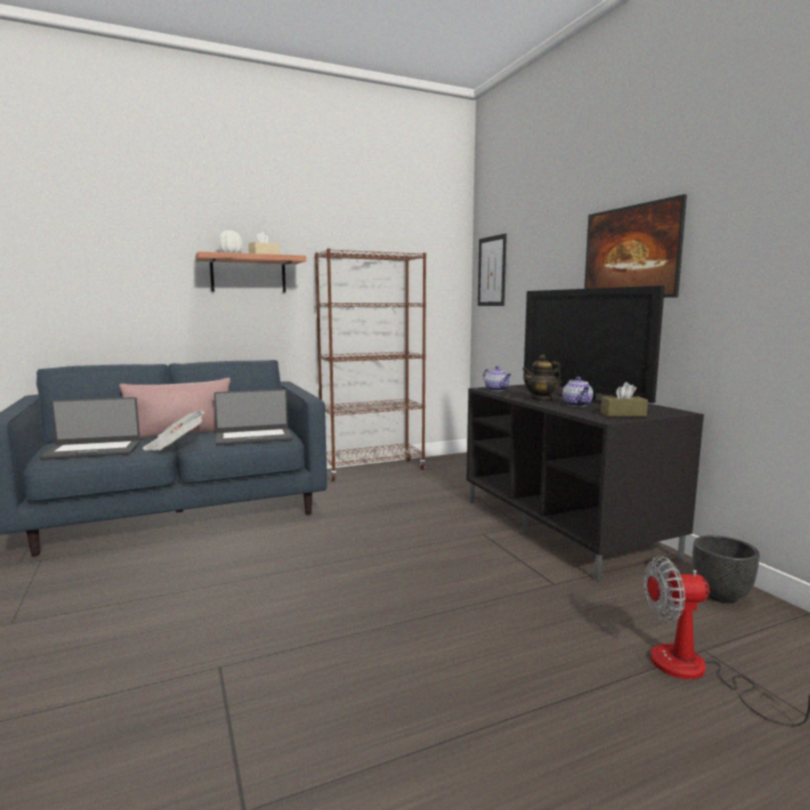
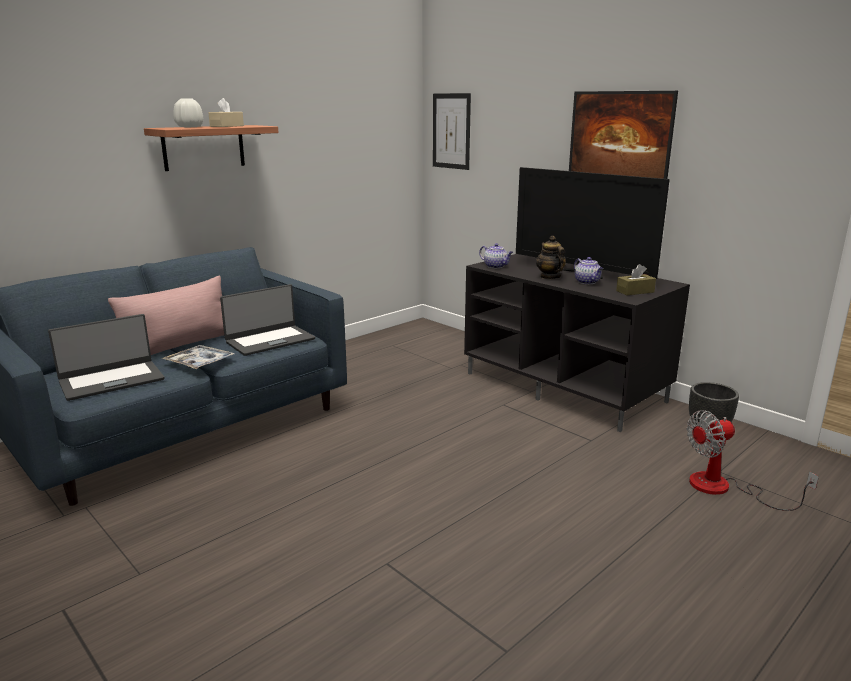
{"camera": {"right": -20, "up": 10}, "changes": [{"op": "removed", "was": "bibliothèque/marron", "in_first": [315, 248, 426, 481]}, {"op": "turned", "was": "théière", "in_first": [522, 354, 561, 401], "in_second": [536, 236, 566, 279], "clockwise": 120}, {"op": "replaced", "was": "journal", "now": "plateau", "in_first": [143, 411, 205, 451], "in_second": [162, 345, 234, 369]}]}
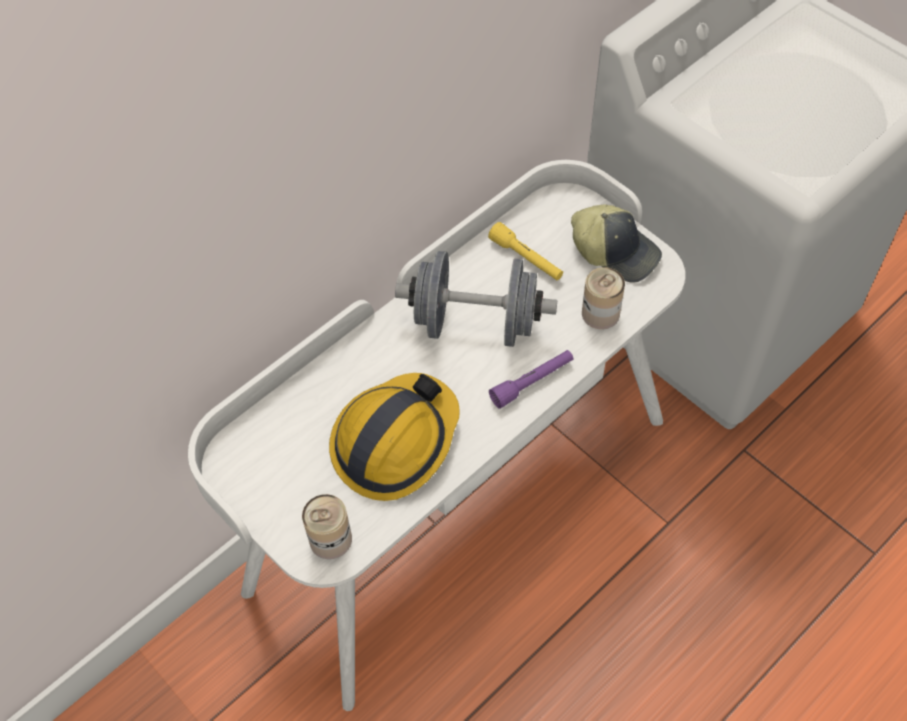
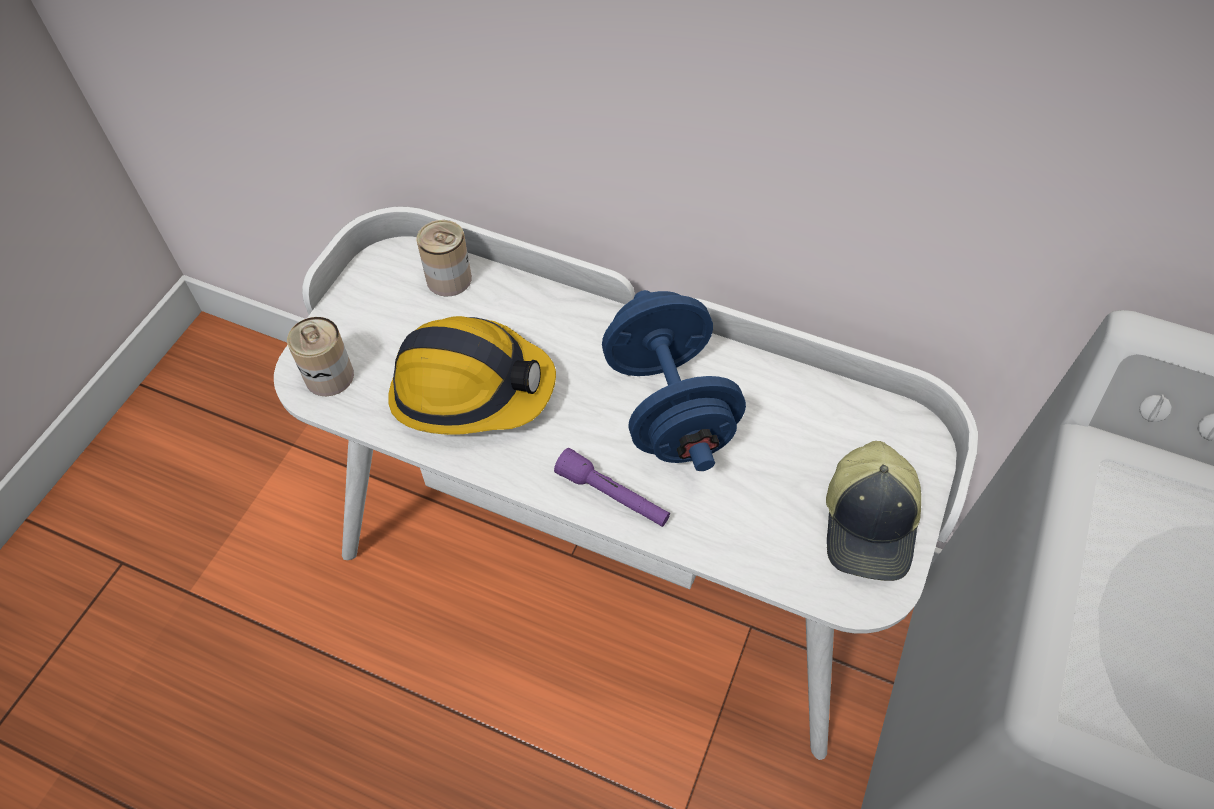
{"camera": {"right": 65, "up": 0}, "changes": [{"op": "removed", "was": "lampe de poche/jaune", "in_first": [488, 222, 563, 280]}, {"op": "recoloured", "was": "haltère/gris", "now": "haltère/bleu", "in_first": [395, 251, 557, 347], "in_second": [602, 290, 746, 471]}, {"op": "moved", "was": "boîte métallique", "in_first": [582, 267, 625, 329], "in_second": [416, 220, 472, 297]}]}
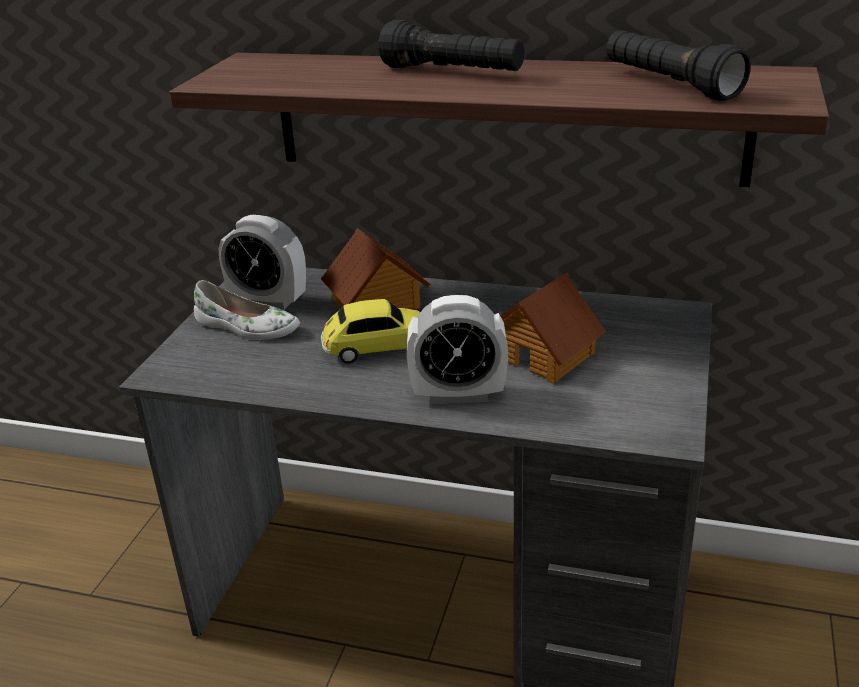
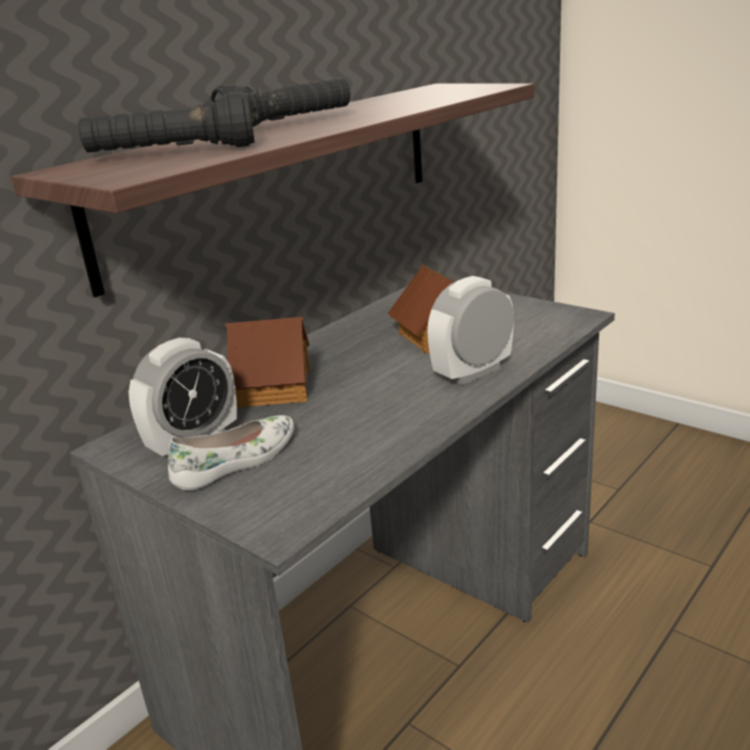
{"camera": {"right": -65, "up": -5}, "changes": [{"op": "moved", "was": "lampe de poche/noir", "in_first": [606, 30, 751, 101], "in_second": [79, 91, 255, 152]}, {"op": "turned", "was": "réveil", "in_first": [407, 295, 508, 404], "in_second": [428, 276, 514, 385], "clockwise": -150}, {"op": "removed", "was": "petite voiture", "in_first": [321, 299, 420, 364]}]}
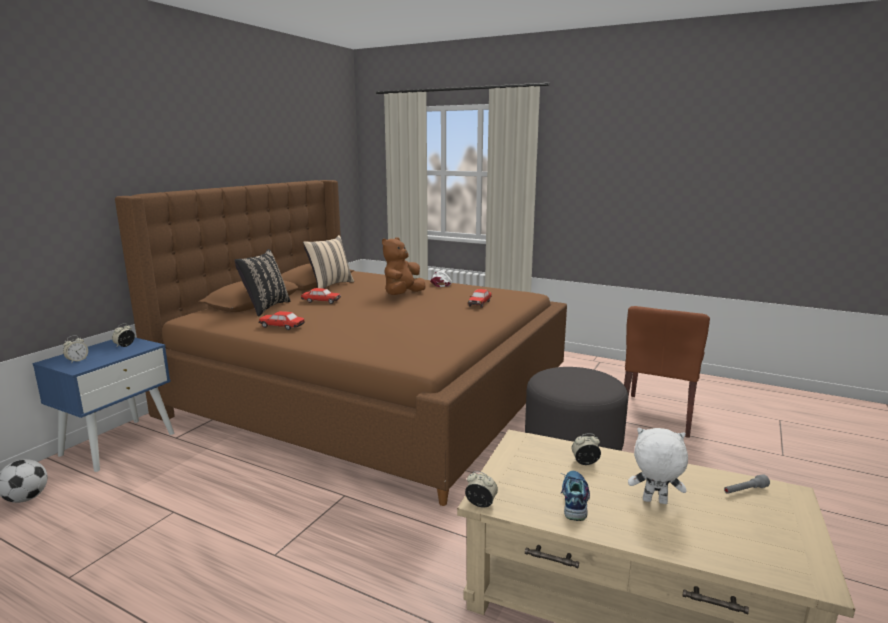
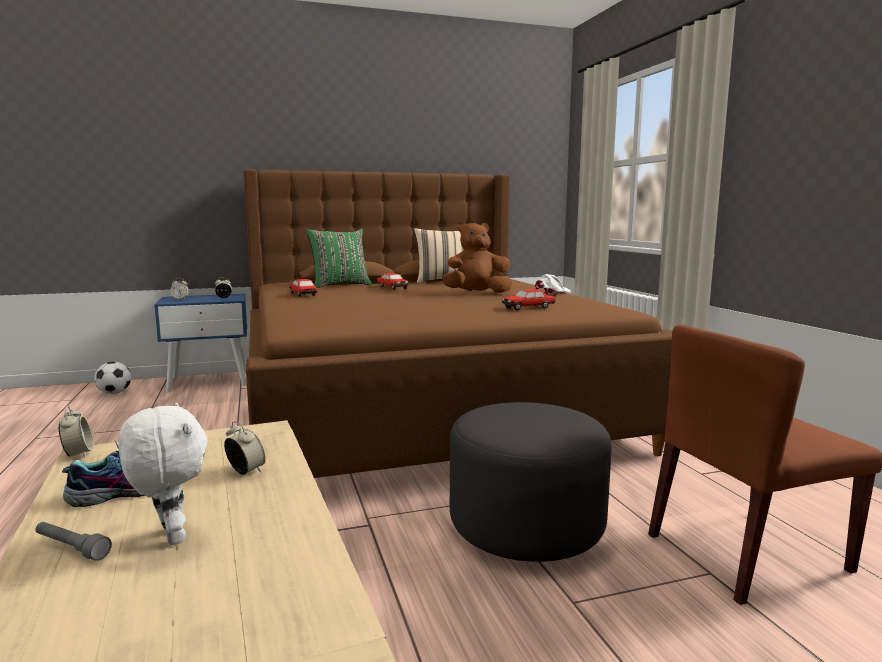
{"camera": {"right": 45, "up": -5}, "changes": [{"op": "recoloured", "was": "coussin/noir", "now": "coussin/vert", "in_first": [235, 249, 290, 317], "in_second": [306, 228, 372, 288]}, {"op": "moved", "was": "lampe de poche/gris", "in_first": [724, 474, 770, 494], "in_second": [35, 522, 112, 561]}]}
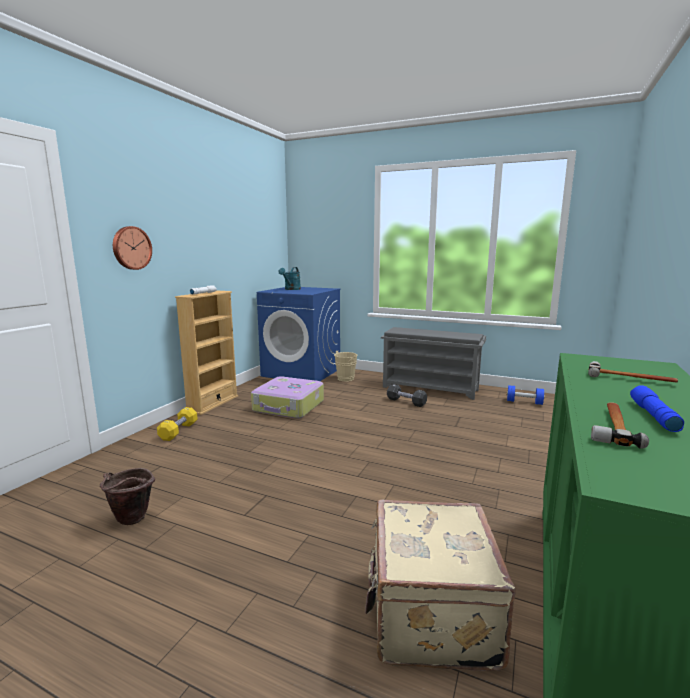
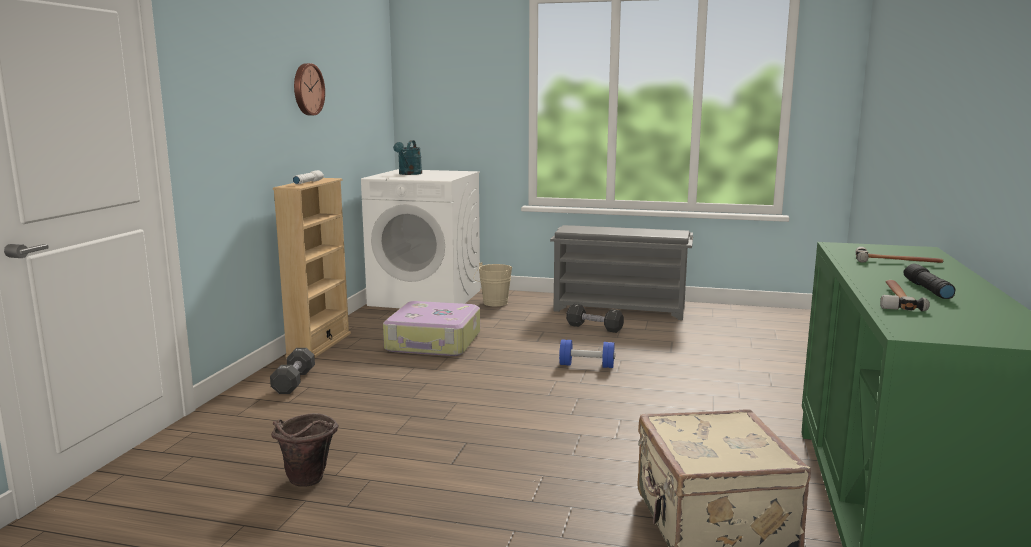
{"camera": {"right": -10, "up": 0}, "changes": [{"op": "moved", "was": "horloge murale", "in_first": [113, 226, 152, 270], "in_second": [294, 63, 325, 115]}, {"op": "recoloured", "was": "lave-linge/bleu", "now": "lave-linge/blanc", "in_first": [257, 287, 341, 381], "in_second": [361, 169, 480, 308]}, {"op": "moved", "was": "haltère/bleu", "in_first": [507, 385, 544, 405], "in_second": [559, 339, 615, 368]}, {"op": "recoloured", "was": "lampe de poche/bleu", "now": "lampe de poche/noir", "in_first": [630, 385, 684, 432], "in_second": [904, 264, 955, 299]}, {"op": "recoloured", "was": "haltère/jaune", "now": "haltère/noir", "in_first": [157, 407, 198, 441], "in_second": [270, 348, 315, 394]}]}
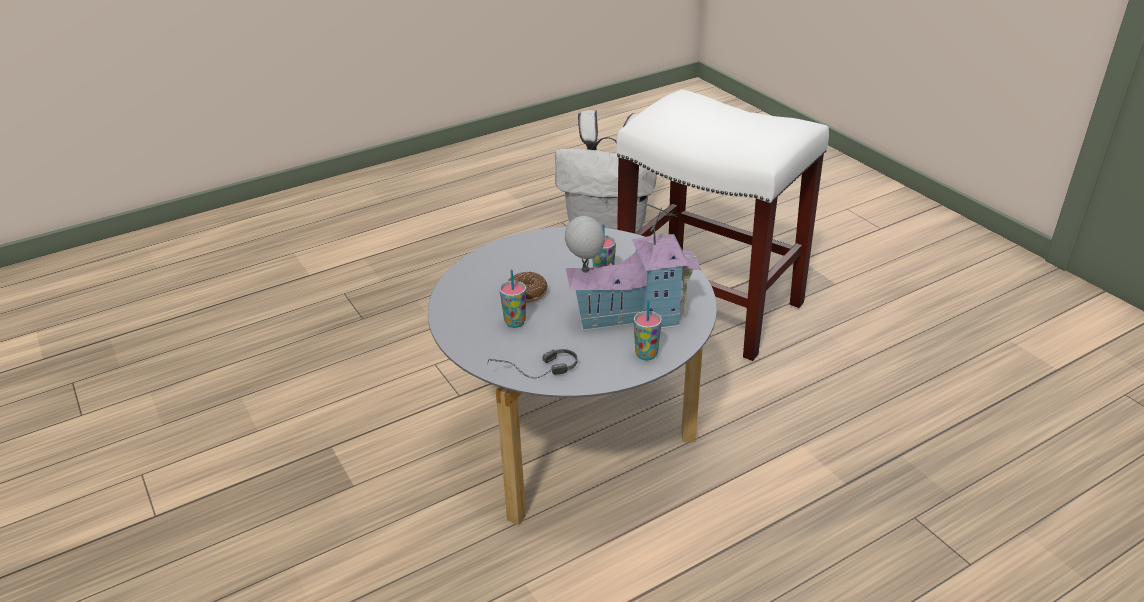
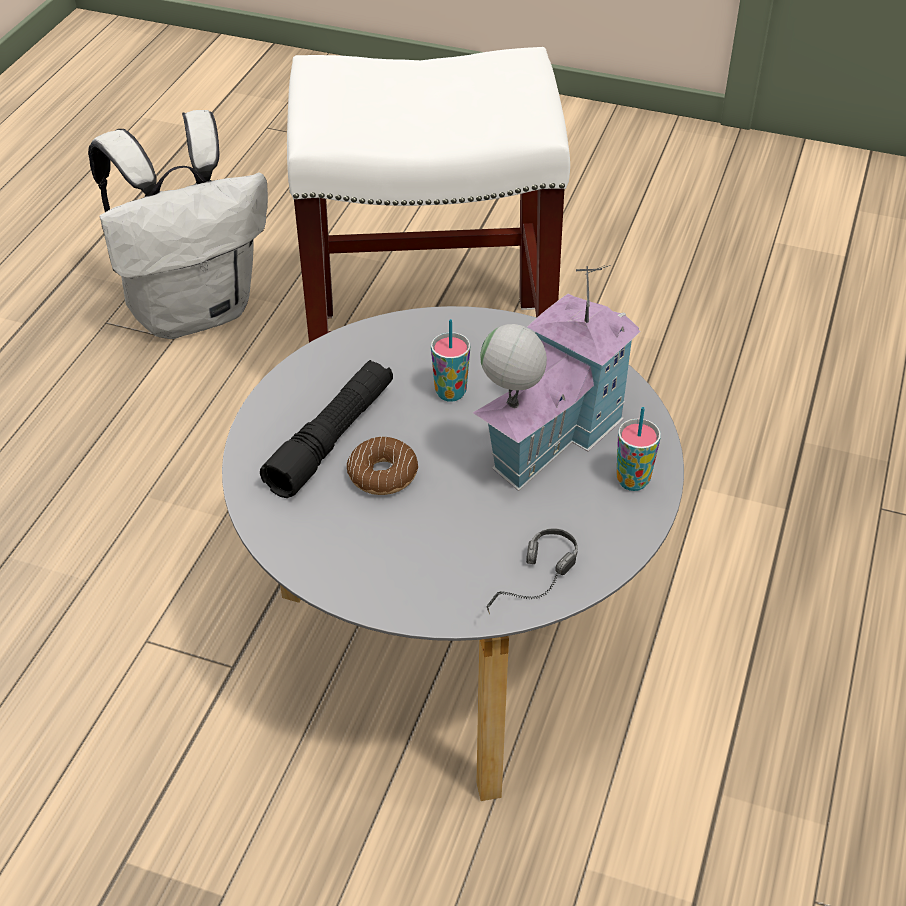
{"camera": {"right": -40, "up": 10}, "changes": [{"op": "removed", "was": "tasse", "in_first": [500, 269, 526, 328]}, {"op": "added", "now": "lampe de poche/noir", "in_second": [260, 360, 393, 498]}]}
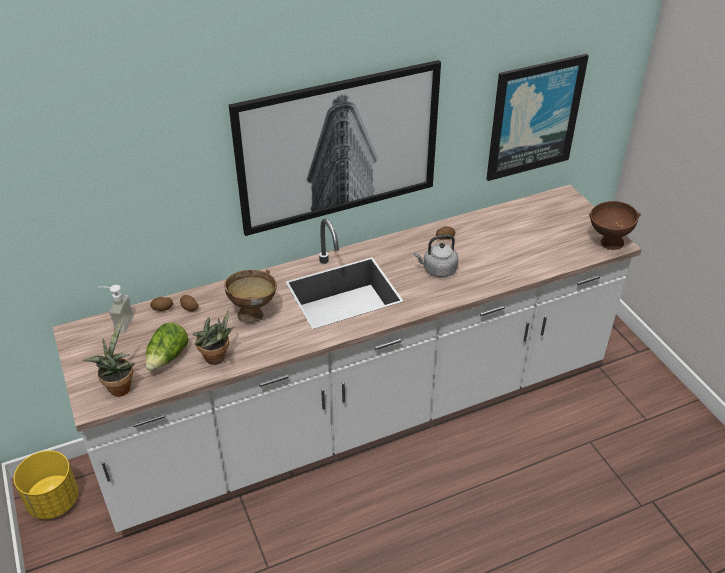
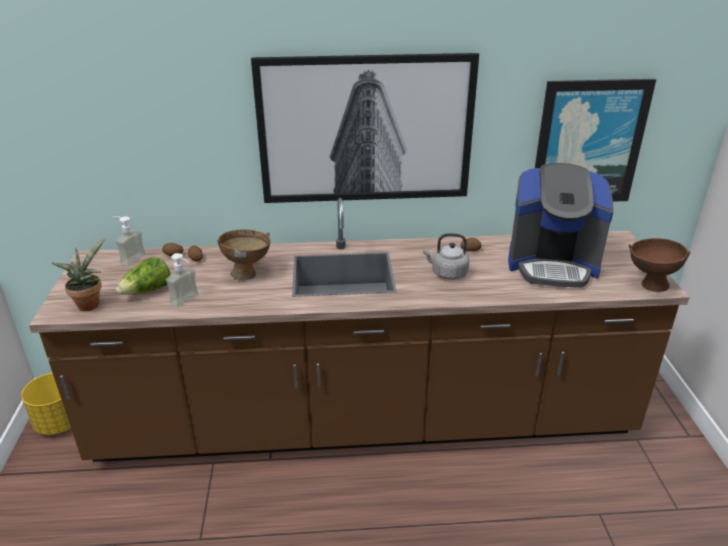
{"camera": {"right": 20, "up": -10}, "changes": [{"op": "recoloured", "was": "comptoir de cuisine/blanc", "now": "comptoir de cuisine/marron", "in_first": [53, 185, 642, 532], "in_second": [29, 198, 690, 462]}, {"op": "replaced", "was": "plante en pot", "now": "distributeur de savon", "in_first": [193, 310, 234, 365], "in_second": [165, 253, 199, 307]}, {"op": "added", "now": "machine à café", "in_second": [508, 163, 613, 288]}]}
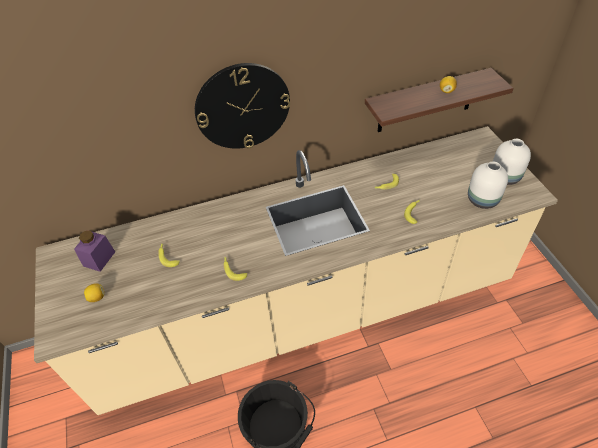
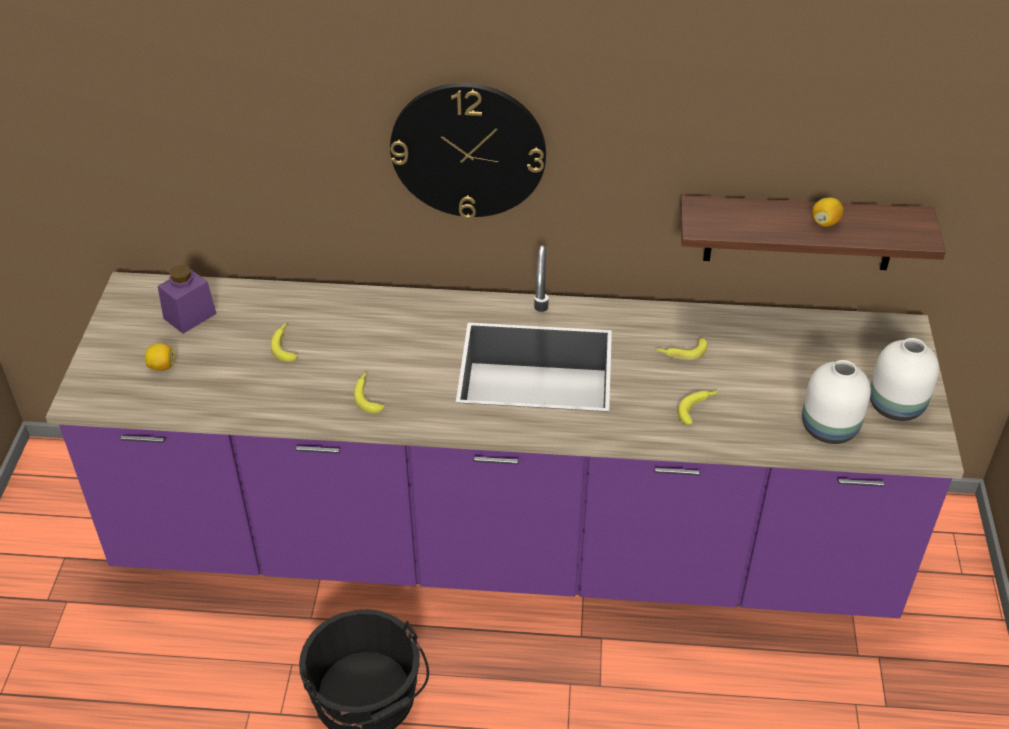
{"camera": {"right": 20, "up": -5}, "changes": [{"op": "recoloured", "was": "comptoir de cuisine/beige", "now": "comptoir de cuisine/violet", "in_first": [34, 126, 558, 415], "in_second": [46, 245, 964, 618]}]}
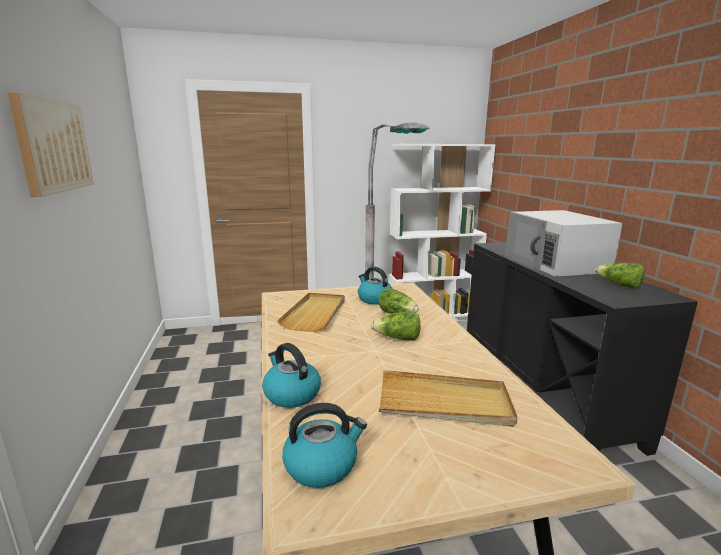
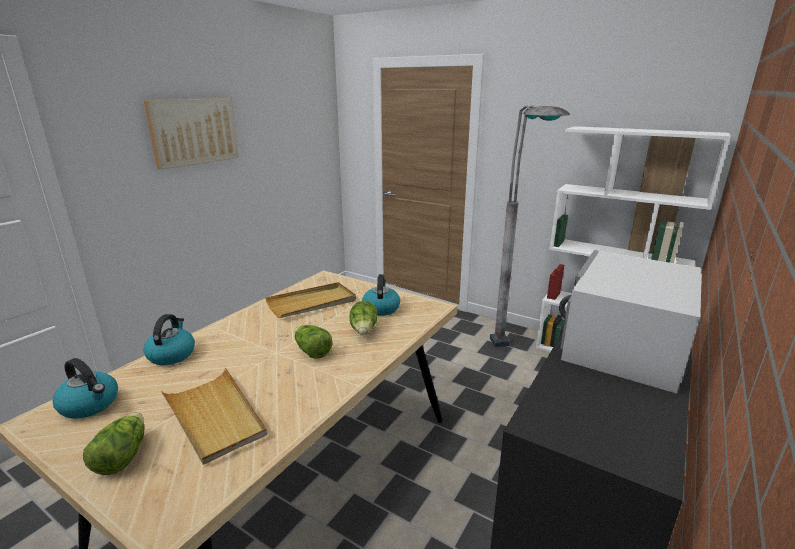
{"camera": {"right": 45, "up": 5}, "changes": [{"op": "moved", "was": "laitue", "in_first": [595, 263, 645, 289], "in_second": [83, 412, 145, 475]}]}
